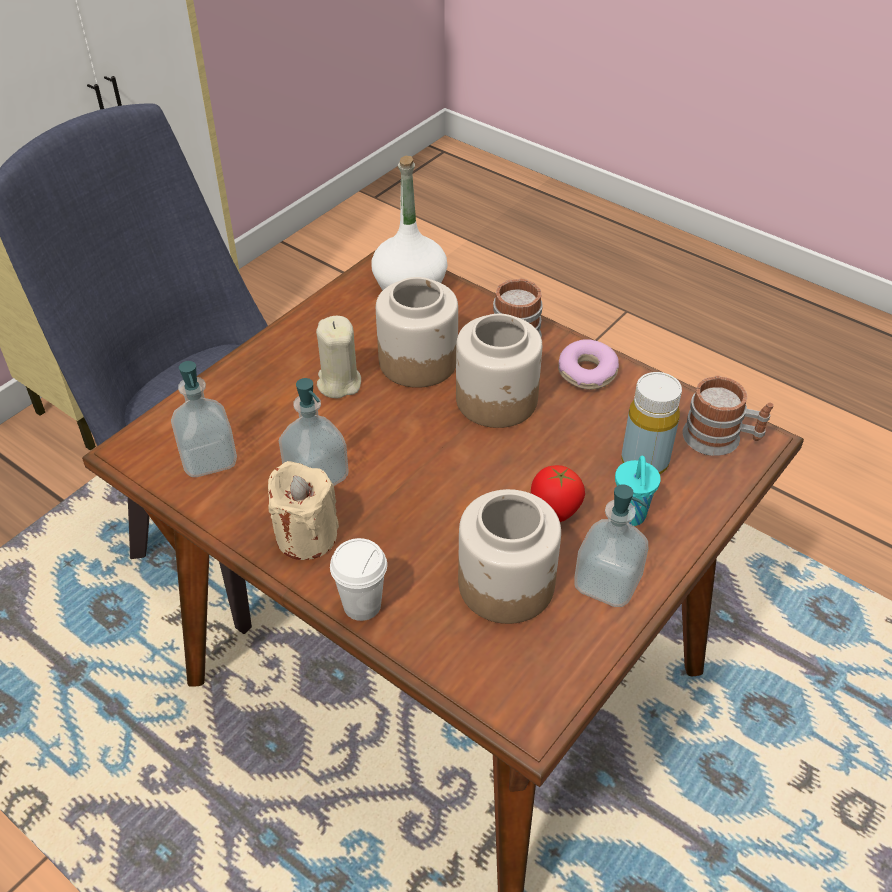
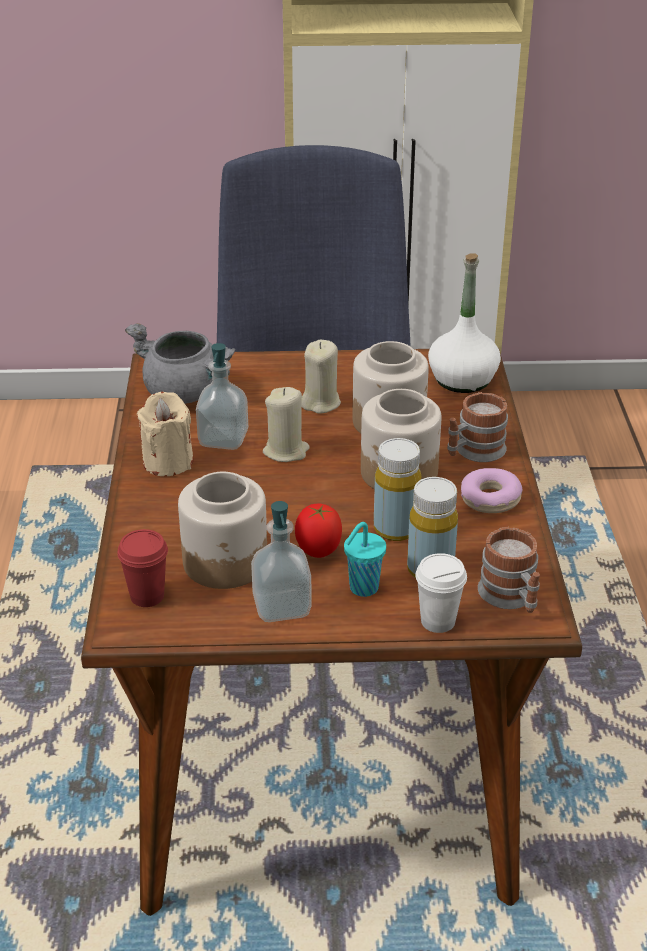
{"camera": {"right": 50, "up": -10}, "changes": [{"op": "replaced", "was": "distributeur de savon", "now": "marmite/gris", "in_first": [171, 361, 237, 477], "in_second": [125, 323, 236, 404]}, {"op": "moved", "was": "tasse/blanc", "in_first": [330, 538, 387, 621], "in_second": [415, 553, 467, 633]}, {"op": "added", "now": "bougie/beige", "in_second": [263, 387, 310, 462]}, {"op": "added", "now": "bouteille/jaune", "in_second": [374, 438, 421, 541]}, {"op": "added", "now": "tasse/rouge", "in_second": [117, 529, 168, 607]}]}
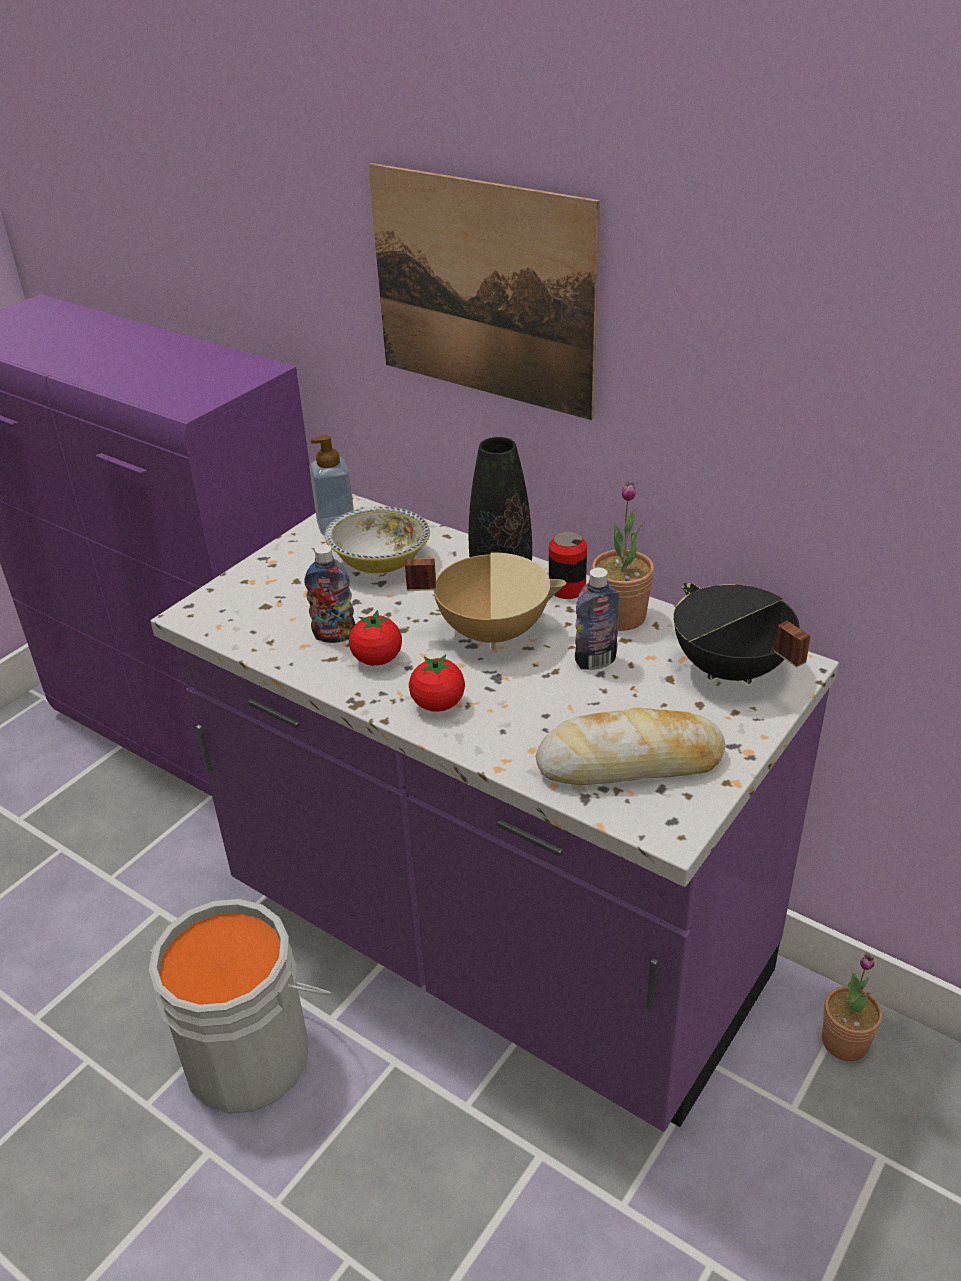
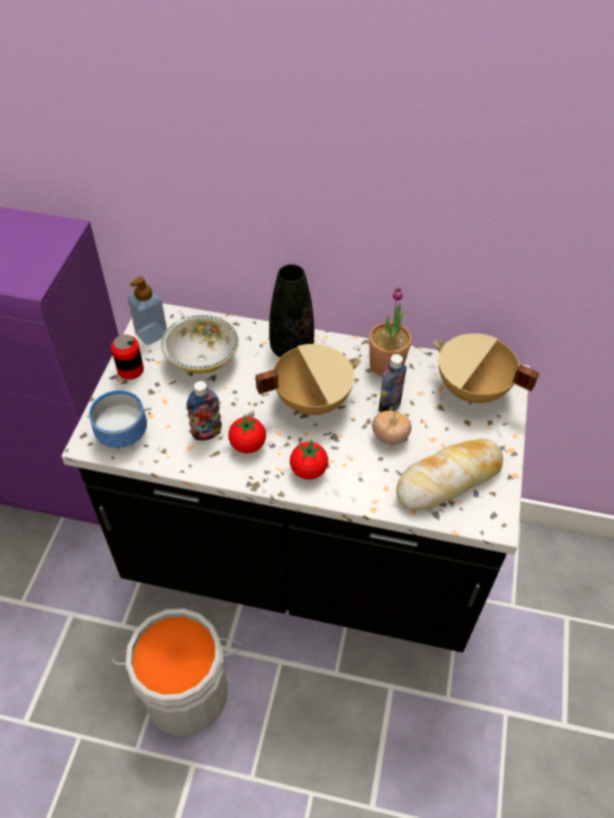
{"camera": {"right": -25, "up": 15}, "changes": [{"op": "removed", "was": "tableau", "in_first": [368, 163, 600, 420]}, {"op": "recoloured", "was": "comptoir de cuisine/violet", "now": "comptoir de cuisine/noir", "in_first": [151, 494, 839, 1132], "in_second": [61, 303, 530, 653]}, {"op": "moved", "was": "boîte métallique", "in_first": [549, 532, 587, 599], "in_second": [111, 334, 144, 380]}, {"op": "recoloured", "was": "marmite/noir", "now": "marmite/beige", "in_first": [673, 583, 811, 684], "in_second": [434, 333, 539, 403]}, {"op": "removed", "was": "plante en pot", "in_first": [822, 953, 882, 1061]}, {"op": "added", "now": "bol", "in_second": [89, 390, 147, 448]}, {"op": "added", "now": "tomate", "in_second": [372, 410, 411, 445]}]}
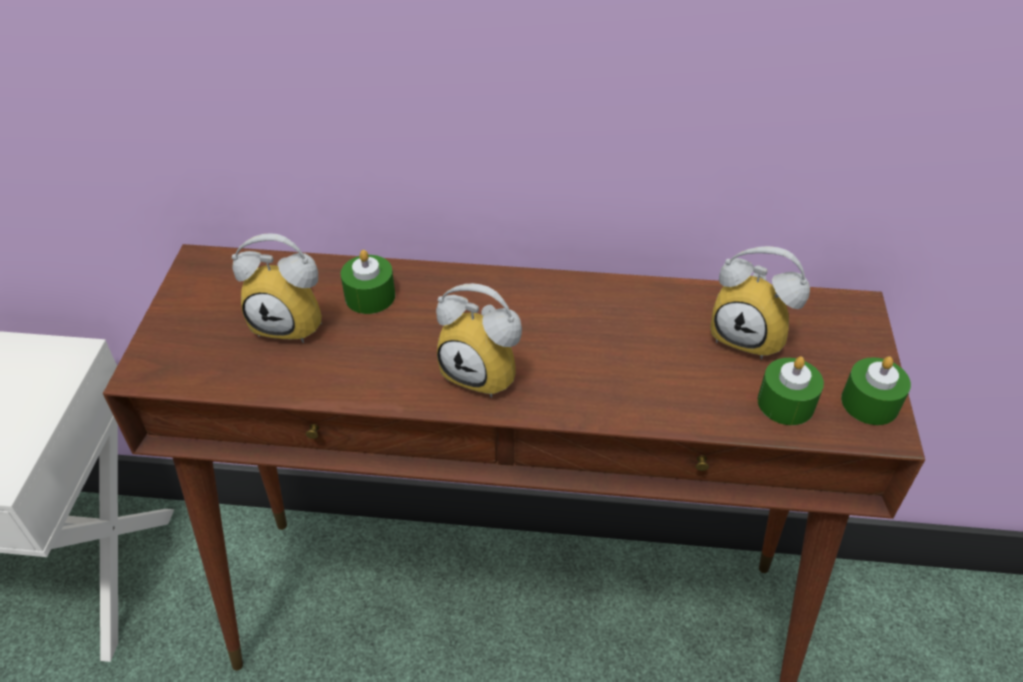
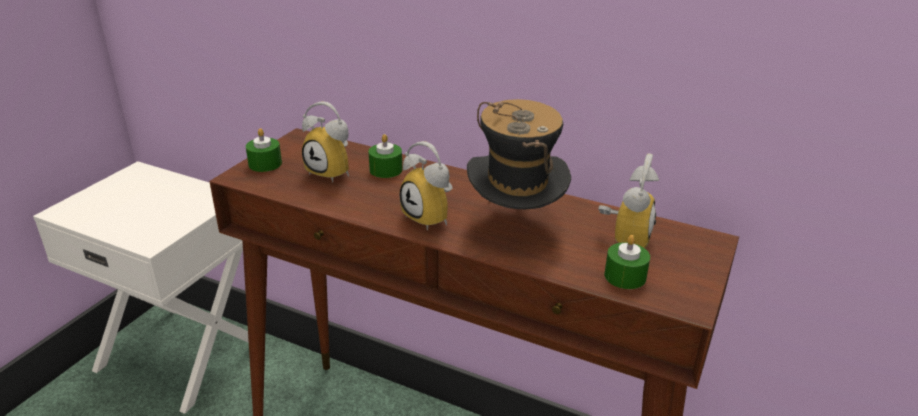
{"camera": {"right": 20, "up": -15}, "changes": [{"op": "turned", "was": "réveil", "in_first": [710, 246, 810, 360], "in_second": [598, 153, 659, 248], "clockwise": -120}, {"op": "moved", "was": "bougie/vert", "in_first": [841, 357, 911, 425], "in_second": [246, 128, 282, 172]}, {"op": "added", "now": "chapeau", "in_second": [467, 99, 571, 209]}]}
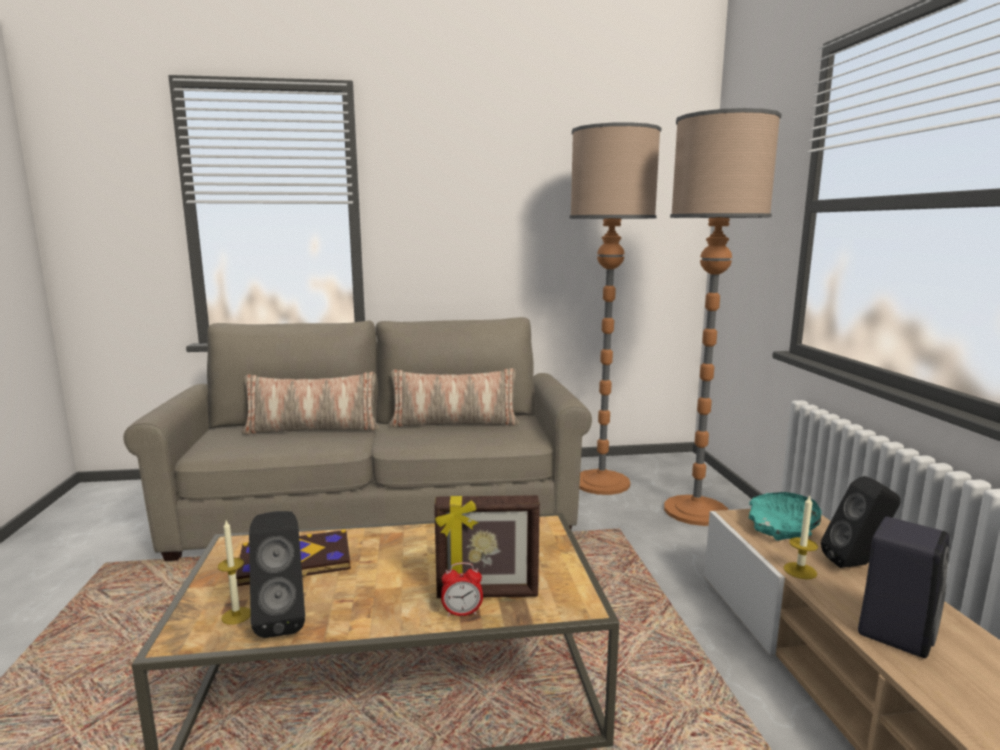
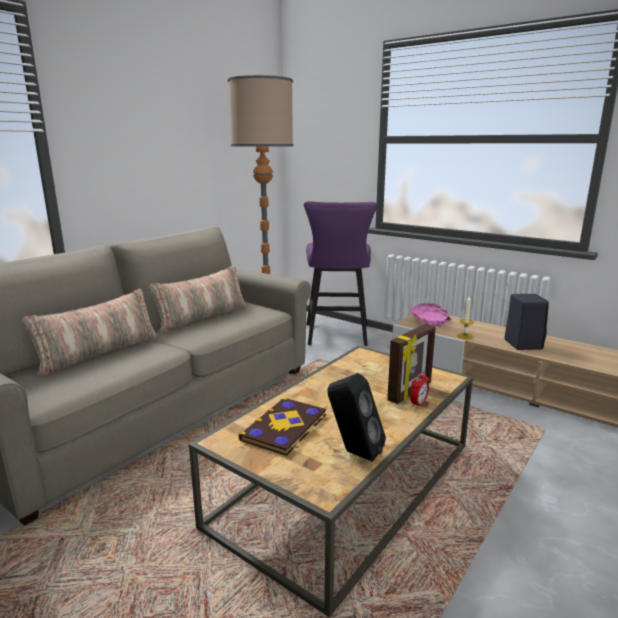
{"camera": {"right": -45, "up": 5}, "changes": [{"op": "replaced", "was": "lampadaire", "now": "tabouret/violet", "in_first": [664, 108, 782, 526], "in_second": [304, 201, 378, 346]}, {"op": "removed", "was": "enceinte/noir", "in_first": [821, 476, 900, 568]}, {"op": "recoloured", "was": "bol/turquoise", "now": "bol/rose", "in_first": [748, 492, 822, 540], "in_second": [410, 303, 452, 327]}, {"op": "removed", "was": "bougie", "in_first": [218, 520, 251, 625]}]}
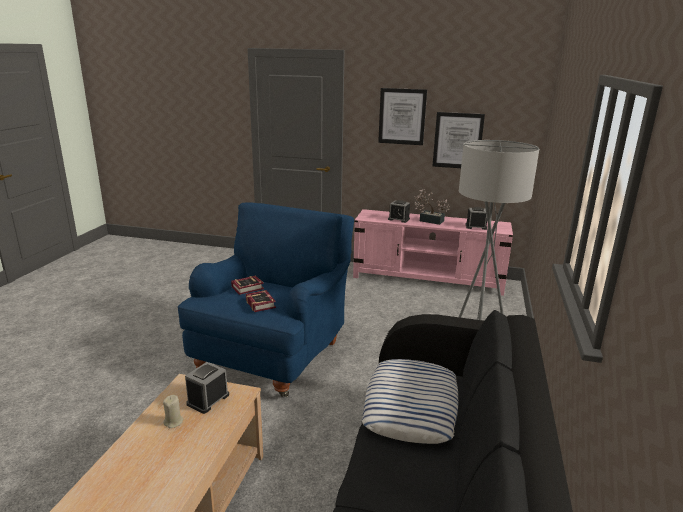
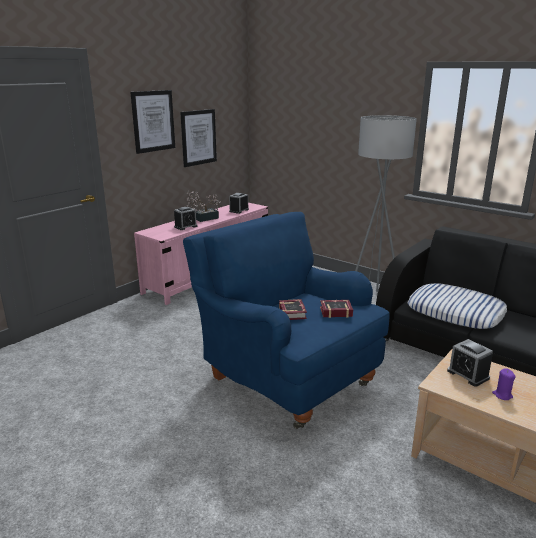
{"camera": {"right": -65, "up": 0}, "changes": [{"op": "recoloured", "was": "bougie/beige", "now": "bougie/violet", "in_first": [163, 395, 183, 428], "in_second": [492, 368, 516, 400]}]}
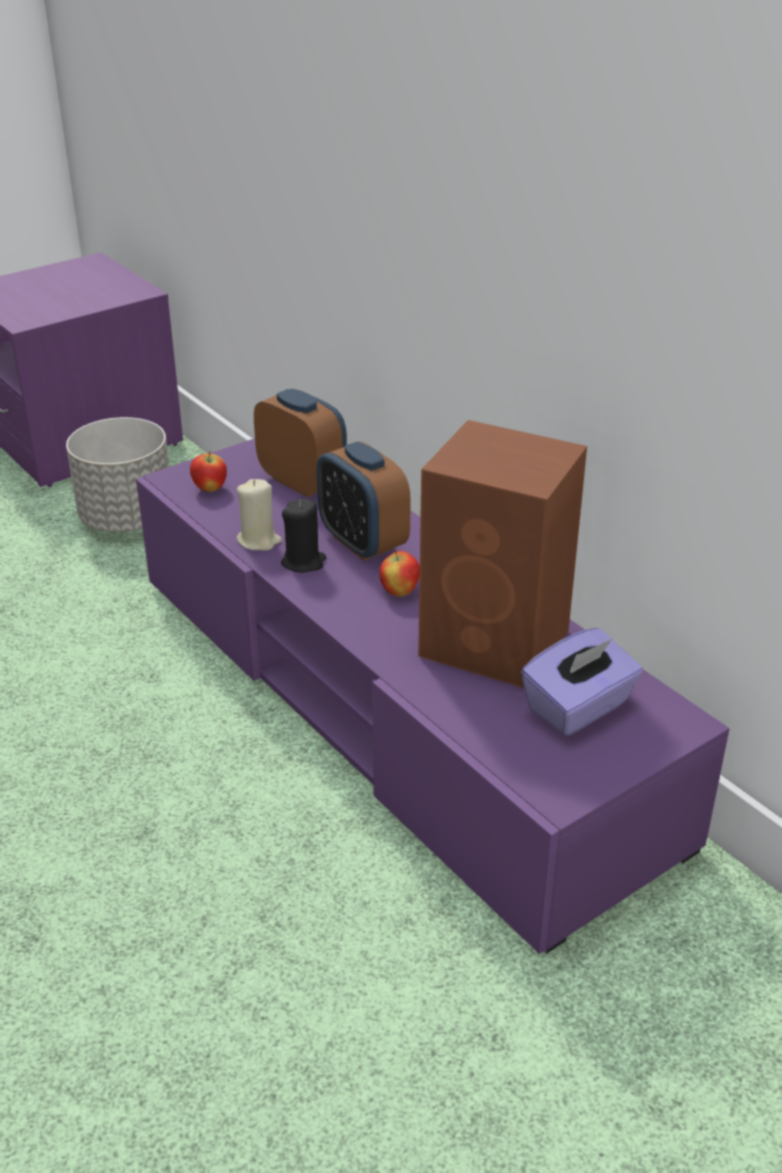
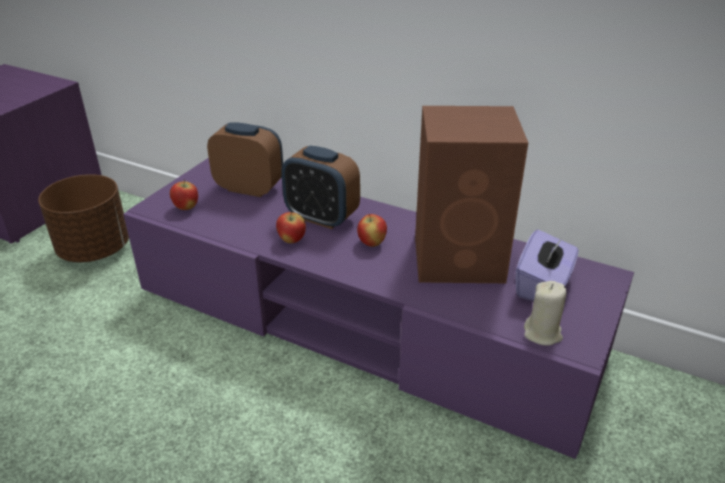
{"camera": {"right": -25, "up": 0}, "changes": [{"op": "recoloured", "was": "cache-pot/gris", "now": "cache-pot/marron", "in_first": [66, 417, 169, 532], "in_second": [38, 174, 129, 262]}, {"op": "moved", "was": "bougie/beige", "in_first": [237, 479, 282, 551], "in_second": [524, 281, 567, 346]}, {"op": "replaced", "was": "bougie/noir", "now": "pomme", "in_first": [281, 499, 326, 572], "in_second": [276, 212, 306, 243]}]}
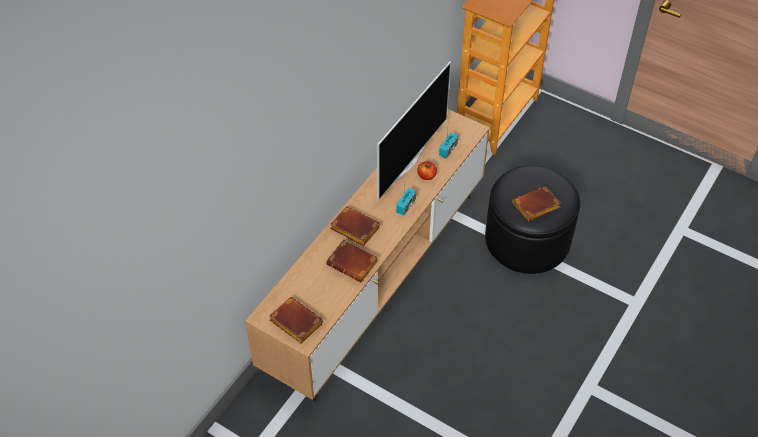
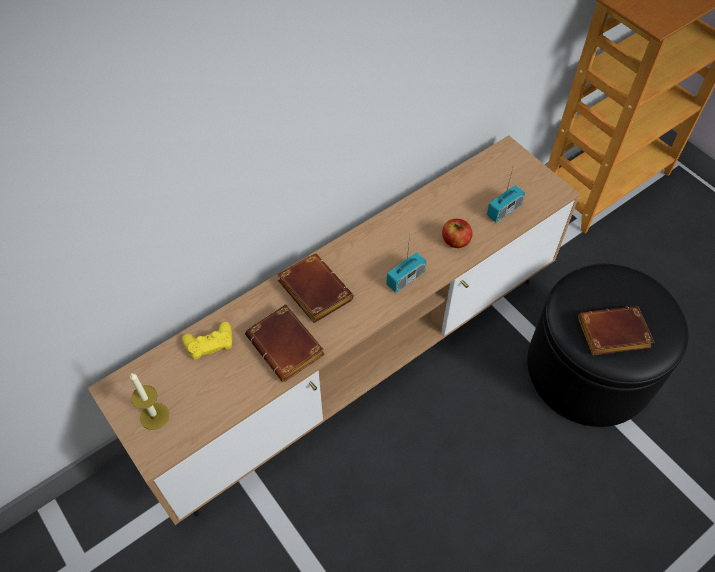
{"camera": {"right": 20, "up": 5}, "changes": [{"op": "removed", "was": "téléviseur", "in_first": [377, 61, 451, 201]}, {"op": "replaced", "was": "livre/marron", "now": "bougie", "in_first": [269, 297, 323, 343], "in_second": [130, 373, 169, 430]}, {"op": "added", "now": "manette/jaune", "in_second": [182, 322, 232, 360]}]}
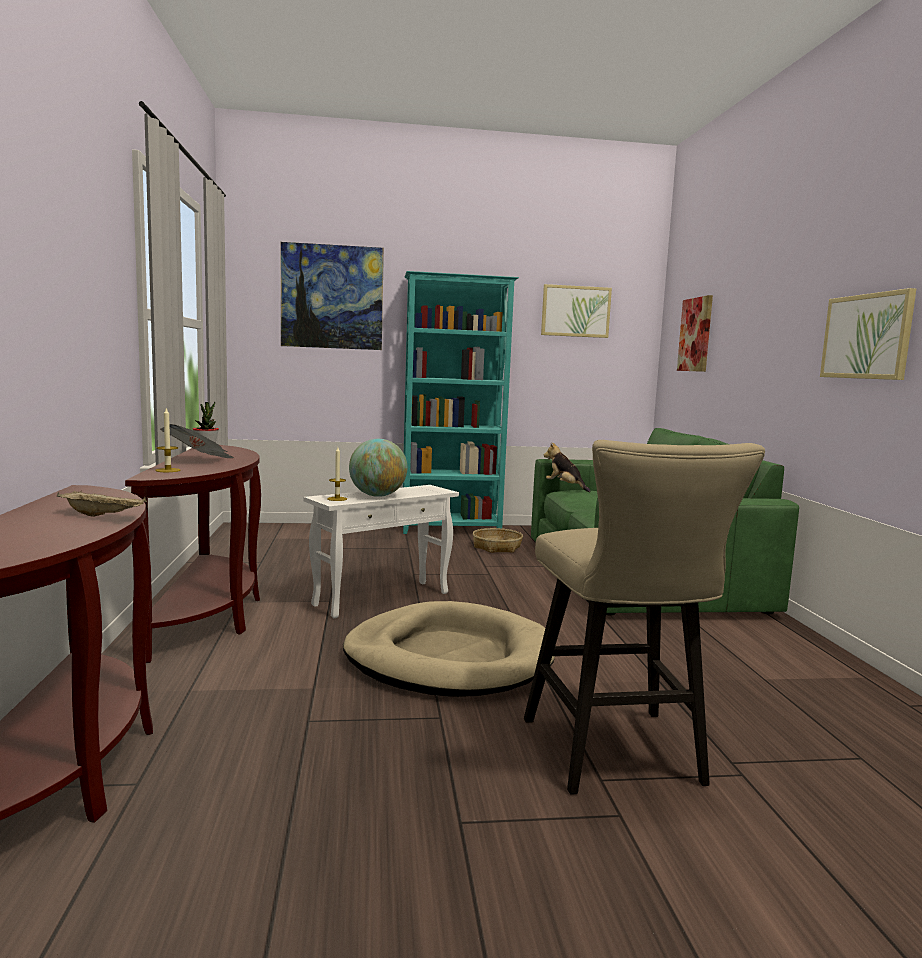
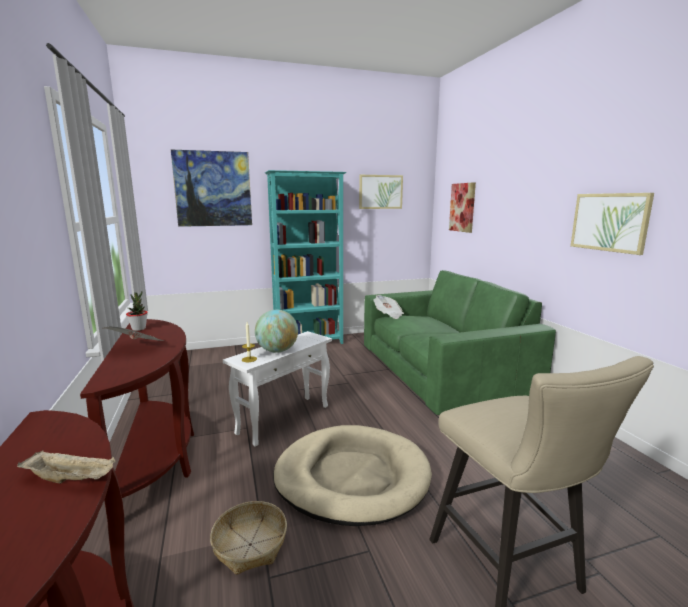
{"camera": {"right": -10, "up": 5}, "changes": [{"op": "removed", "was": "bougie", "in_first": [155, 408, 181, 472]}, {"op": "replaced", "was": "peluche", "now": "journal", "in_first": [544, 442, 591, 492], "in_second": [373, 295, 404, 319]}, {"op": "moved", "was": "panier", "in_first": [473, 528, 523, 553], "in_second": [210, 501, 287, 575]}]}
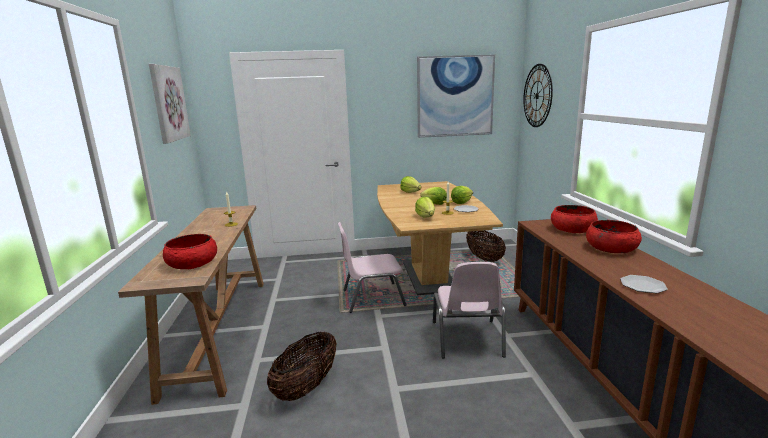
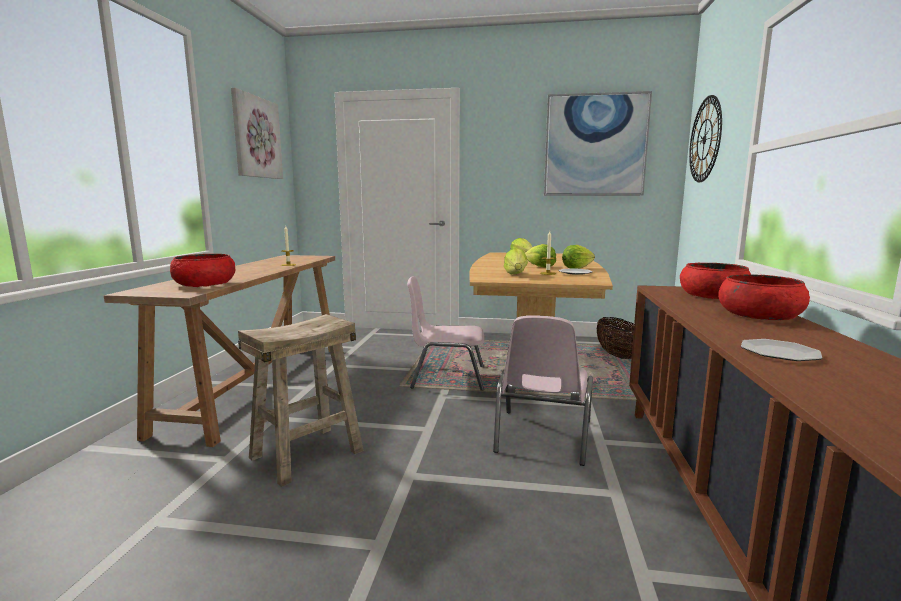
{"camera": {"right": 15, "up": -5}, "changes": [{"op": "replaced", "was": "panier", "now": "tabouret/beige", "in_first": [267, 332, 337, 401], "in_second": [238, 314, 364, 487]}]}
